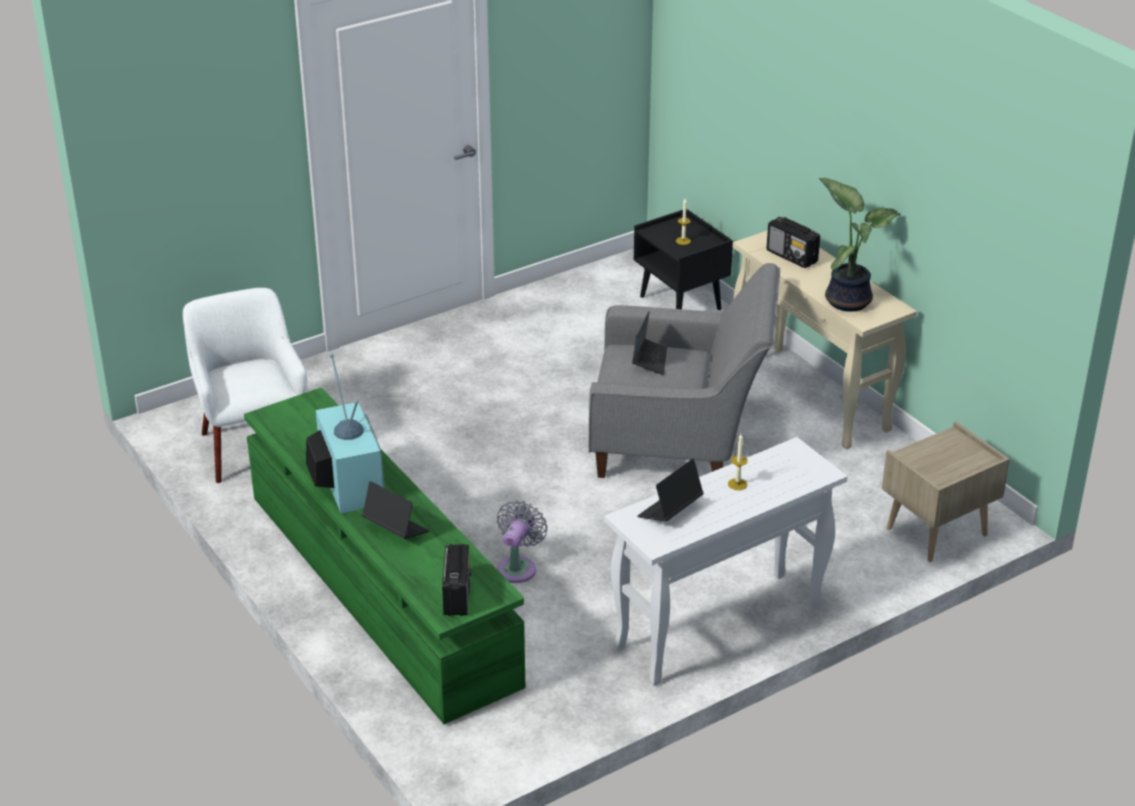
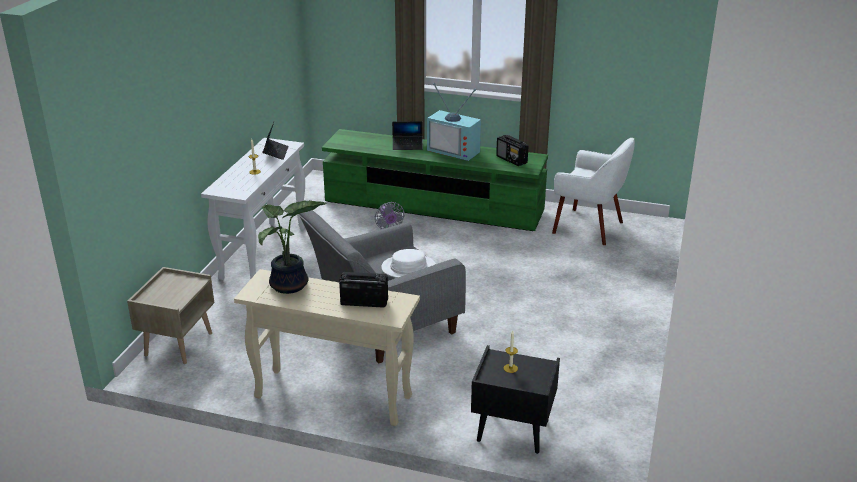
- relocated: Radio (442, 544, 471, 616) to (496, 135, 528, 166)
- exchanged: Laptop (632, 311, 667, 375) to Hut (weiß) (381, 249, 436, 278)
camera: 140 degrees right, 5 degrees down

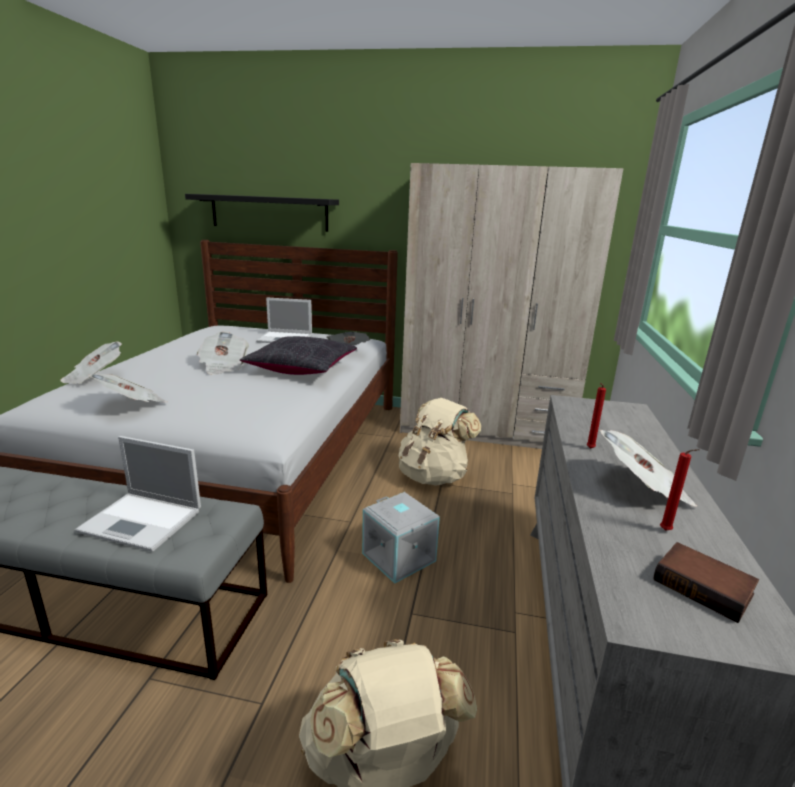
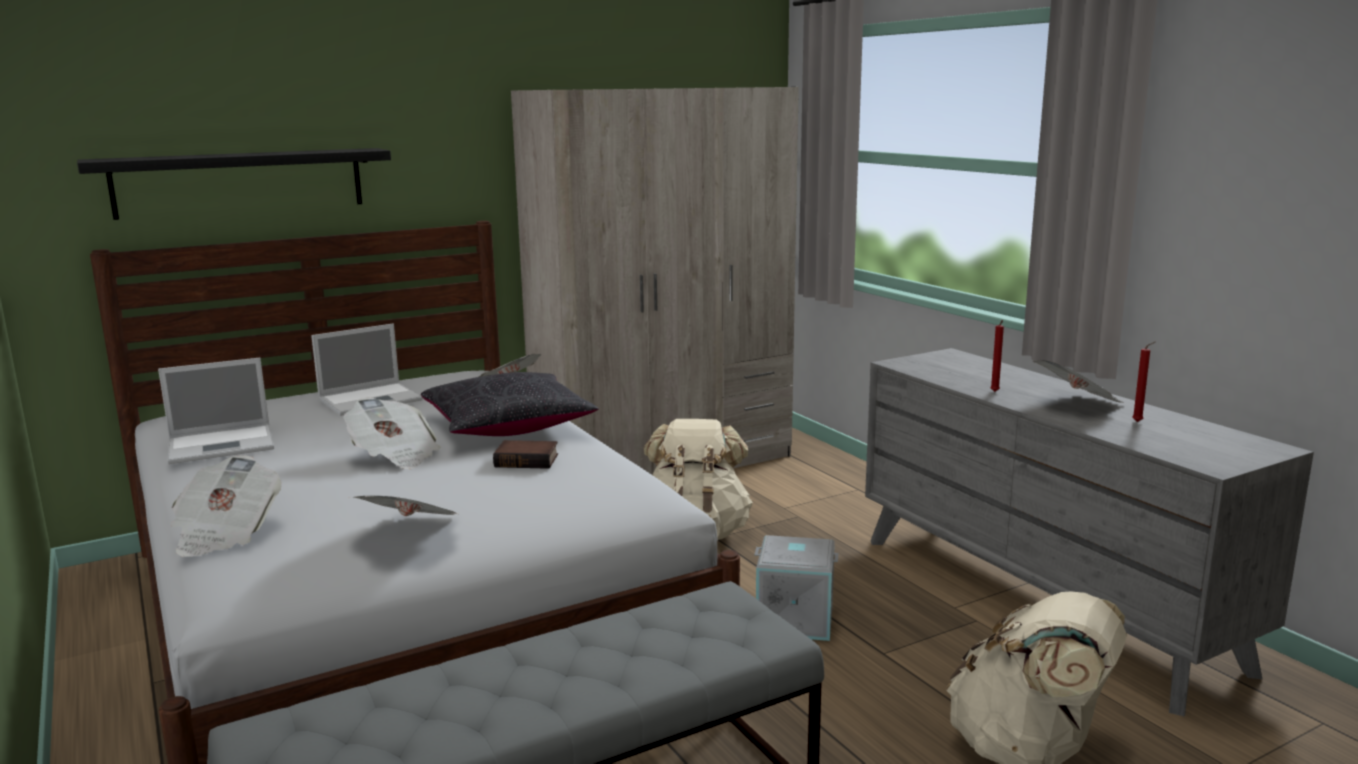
- relocated: Laptop (75, 436, 201, 552) to (158, 358, 274, 464)
- relocated: Buch (654, 542, 759, 623) to (493, 440, 558, 469)
camera: 40 degrees left, 5 degrees down

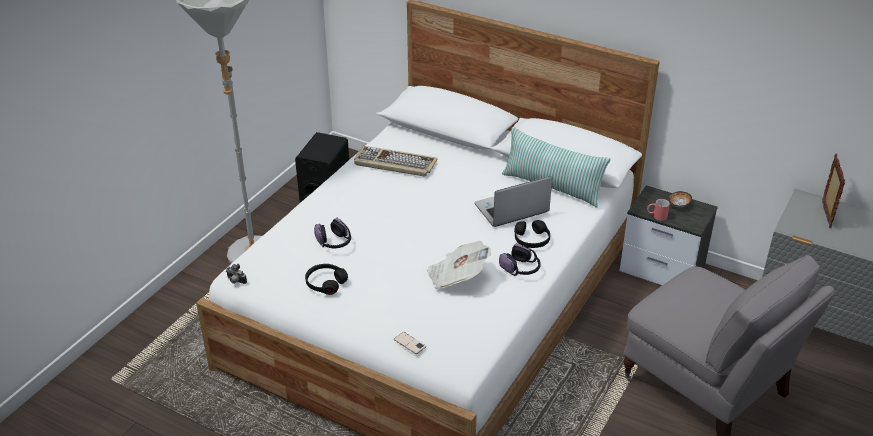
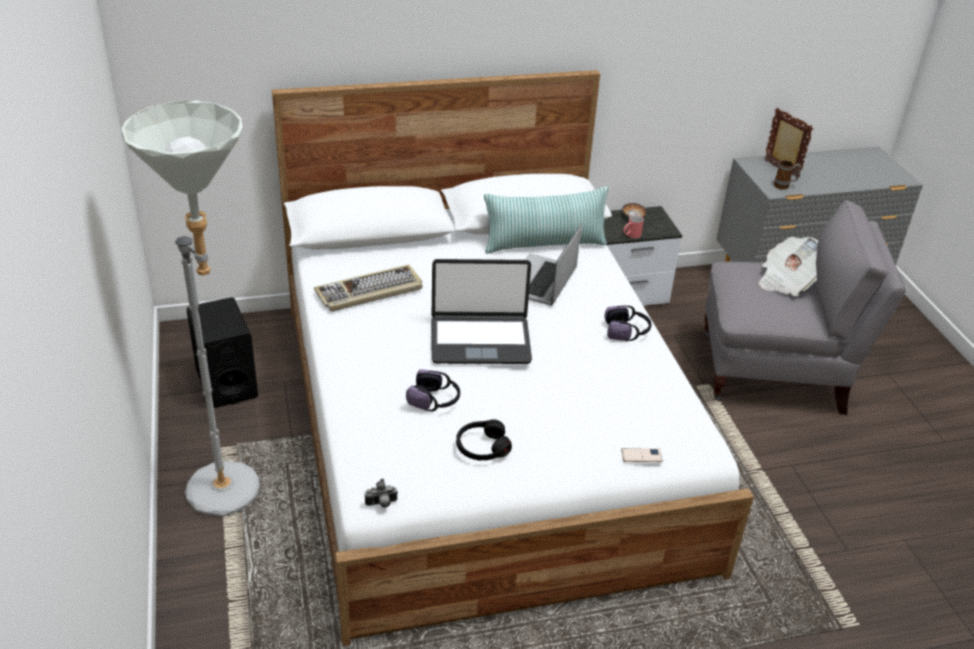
- missing: Kopfhörer (schwarz) (514, 220, 550, 248)
- appeared: Laptop (432, 259, 532, 364)
- appeared: Henkelbecher (774, 160, 801, 190)
- relocated: Zeitung (427, 241, 491, 289) to (759, 237, 818, 296)
camera: 45 degrees left, 0 degrees up

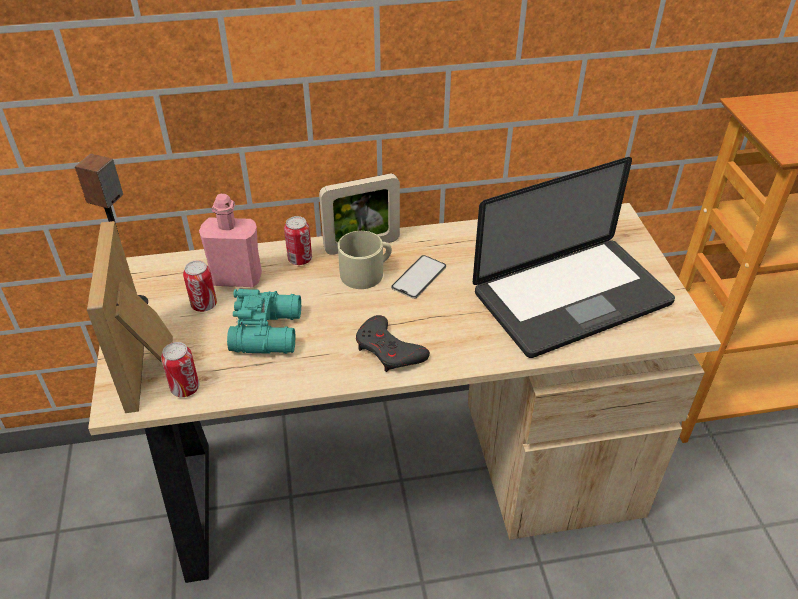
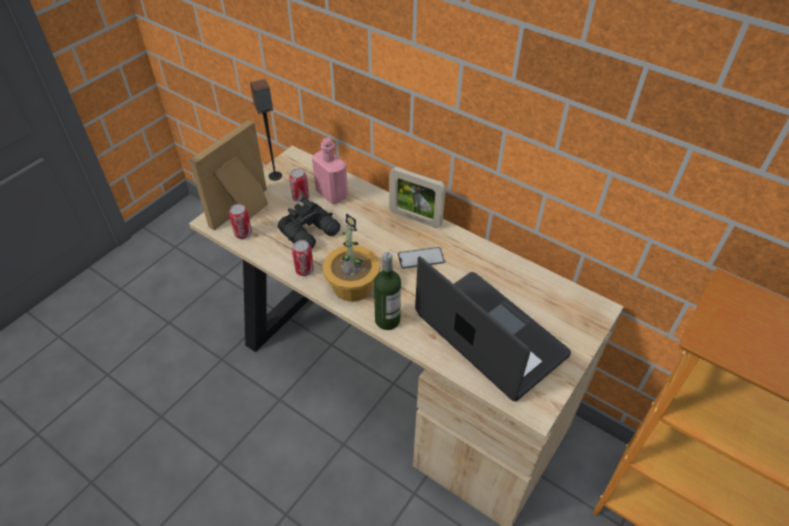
- missing: Henkelbecher (beige) (338, 231, 392, 289)
- appeared: Flasche (374, 252, 401, 330)
- relocated: Dose (284, 216, 312, 265) to (292, 240, 314, 276)
- exchanged: Gamepad (grau) (356, 315, 430, 372) to Topfpflanze (323, 213, 380, 302)
- colour: Fernglas (türkis) (227, 289, 301, 354) to Fernglas (schwarz) (278, 197, 340, 249)
- spun: Laptop (473, 157, 675, 358) = (415, 256, 571, 401) 150 degrees counterclockwise
camera: 45 degrees right, 5 degrees up

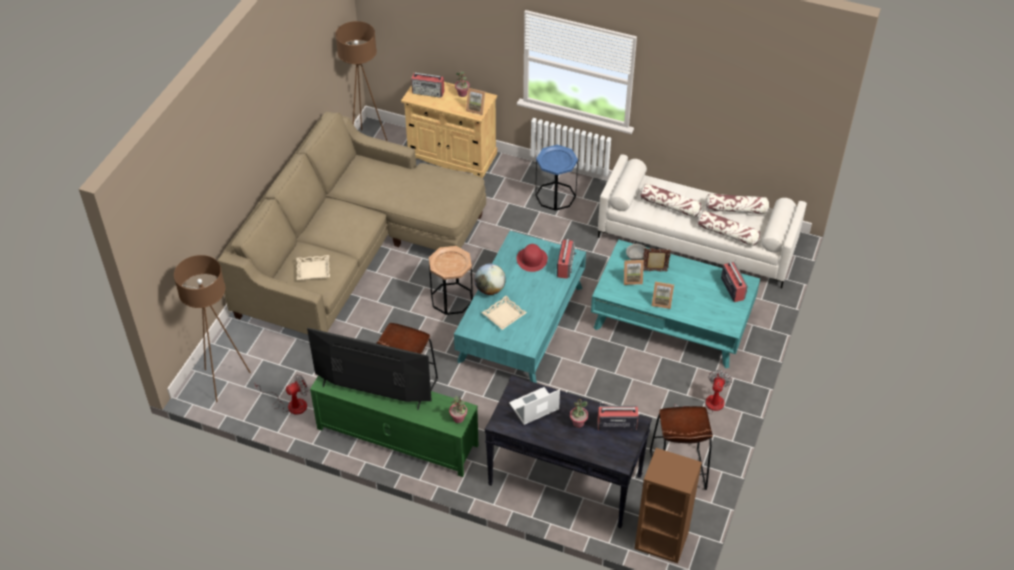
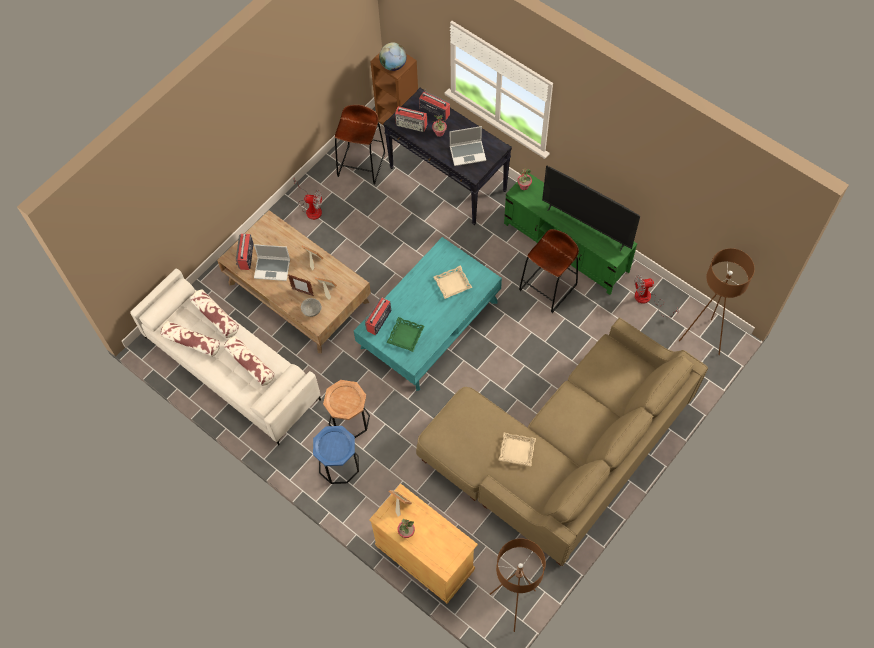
- appeared: Laptop (254, 244, 290, 281)
- relocated: Tablett (beige) (296, 255, 330, 280) to (498, 433, 536, 466)
- relocated: Radio (411, 73, 444, 98) to (419, 91, 450, 121)
- relocated: Beistelltisch (braun) (429, 246, 473, 315) to (323, 380, 370, 438)
- relocated: Globus (474, 264, 506, 295) to (379, 42, 407, 71)
- exchanged: Hut (rot) (517, 244, 548, 272) to Tablett (grün) (387, 317, 424, 352)
- colour: Couchtisch (türkis) (591, 239, 760, 368) to Couchtisch (braun) (217, 210, 371, 353)
- spun: Ventilator (674, 370, 732, 414) = (293, 179, 322, 220) 120 degrees counterclockwise
camera: 160 degrees left, 15 degrees up

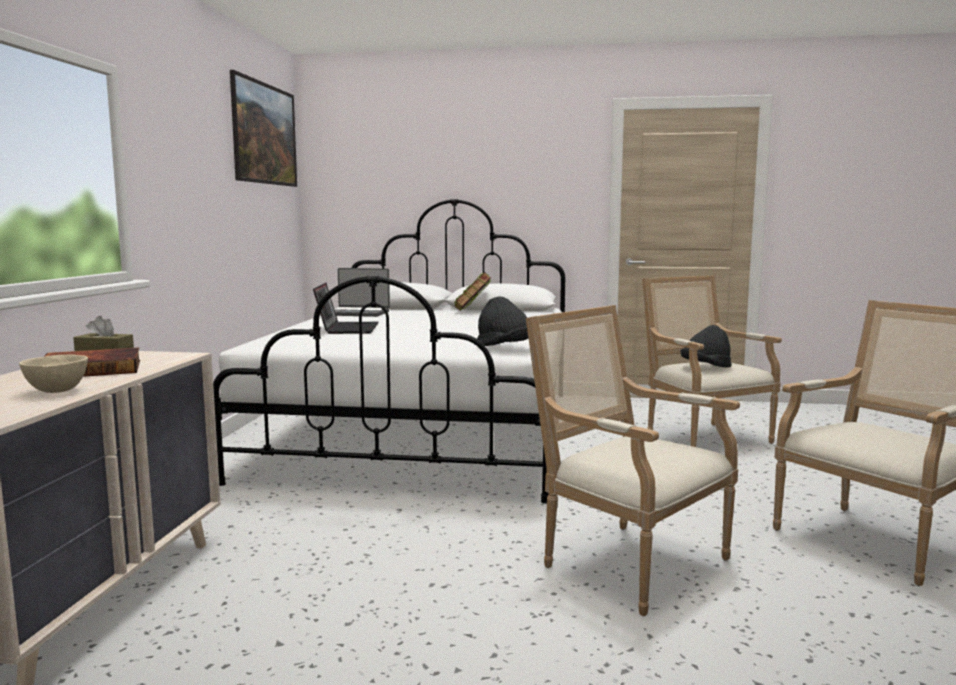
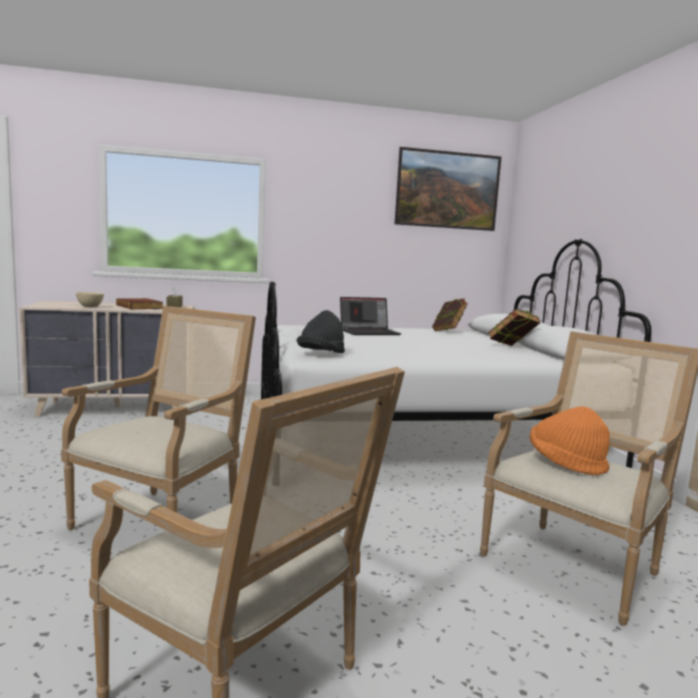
- exchanged: Laptop (334, 268, 390, 317) to Buch (432, 298, 468, 331)
- colour: Hut (schwarz) (680, 325, 732, 368) to Hut (orange) (530, 406, 610, 475)
camera: 70 degrees right, 0 degrees up

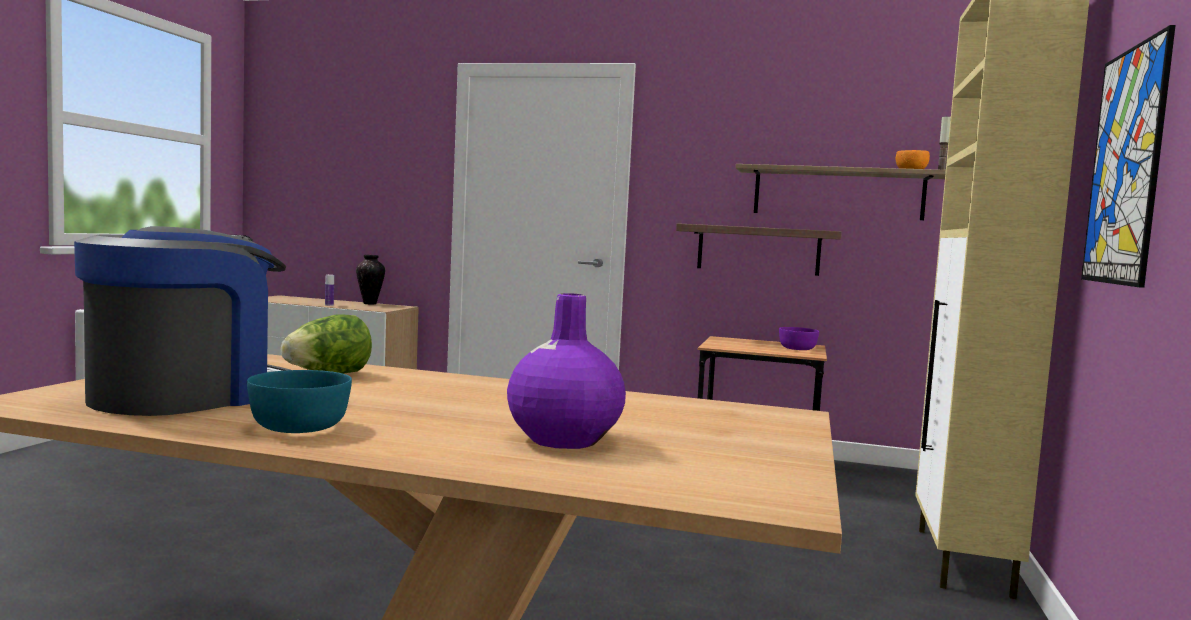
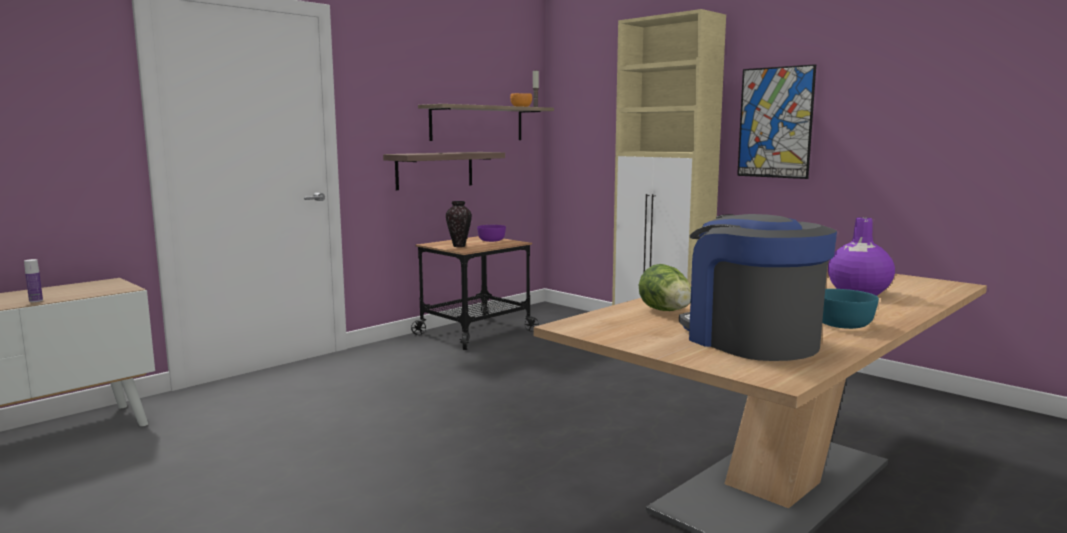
- relocated: Vase (356, 255, 385, 304) to (446, 201, 472, 247)
camera: 60 degrees left, 5 degrees up

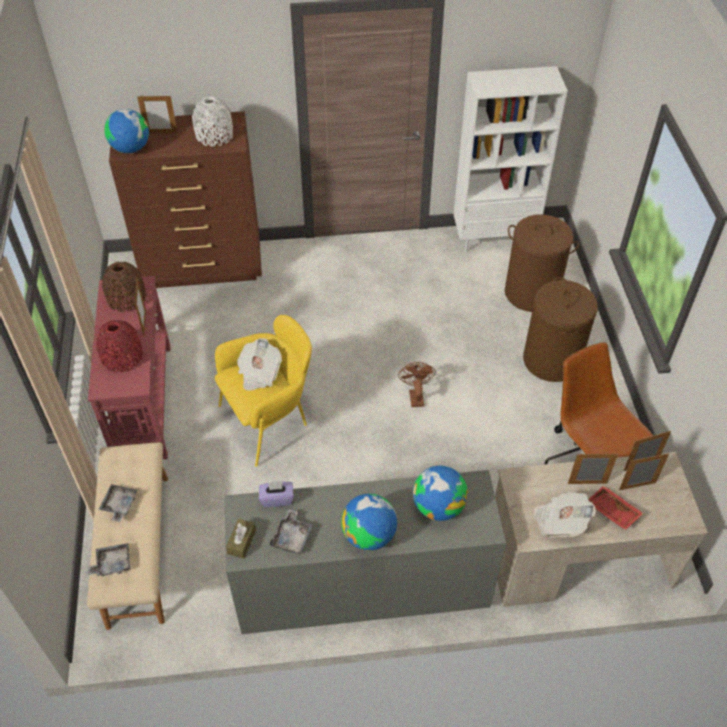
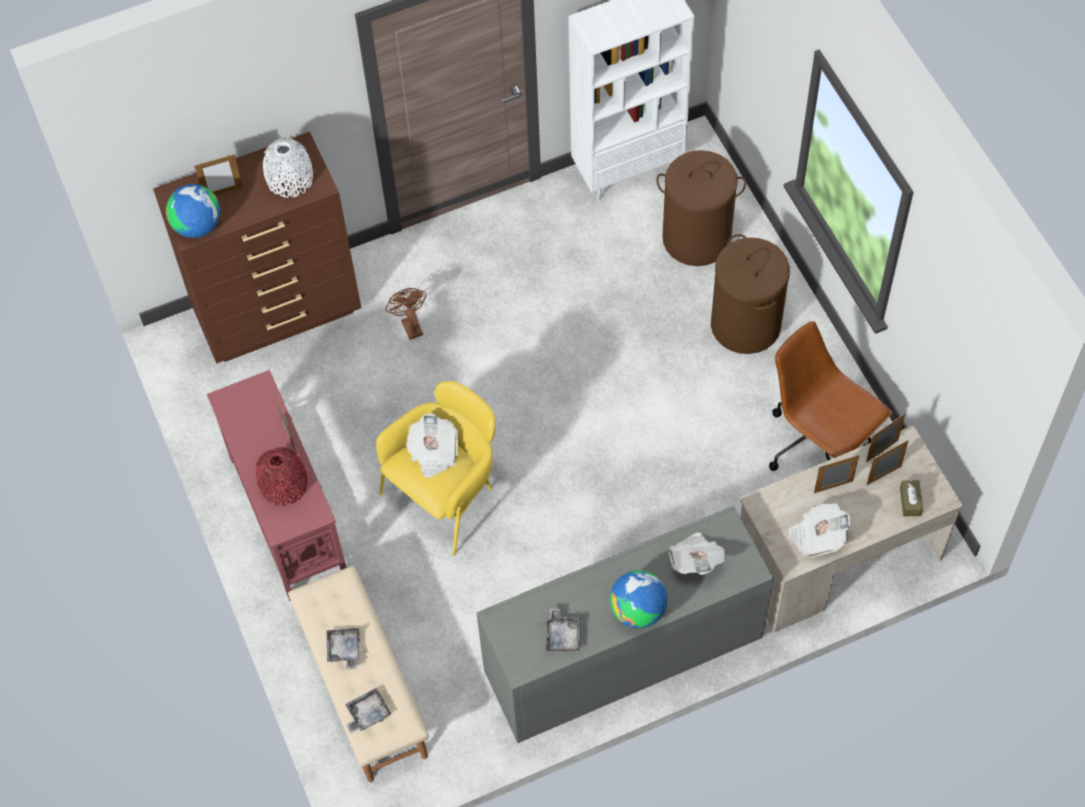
- missing: Vase (braun) (102, 262, 146, 312)
- missing: Taschentuchbox (lila) (259, 482, 294, 507)
- missing: Tablett (rot) (588, 486, 644, 530)
- relocated: Taschentuchbox (braun) (226, 519, 256, 559) to (900, 480, 923, 517)
- relocated: Ventilator (braun) (398, 362, 436, 407) to (385, 288, 427, 340)
- exchanged: Globus (413, 466, 468, 521) to Zeitung (669, 533, 725, 575)
camera: 15 degrees left, 10 degrees up

